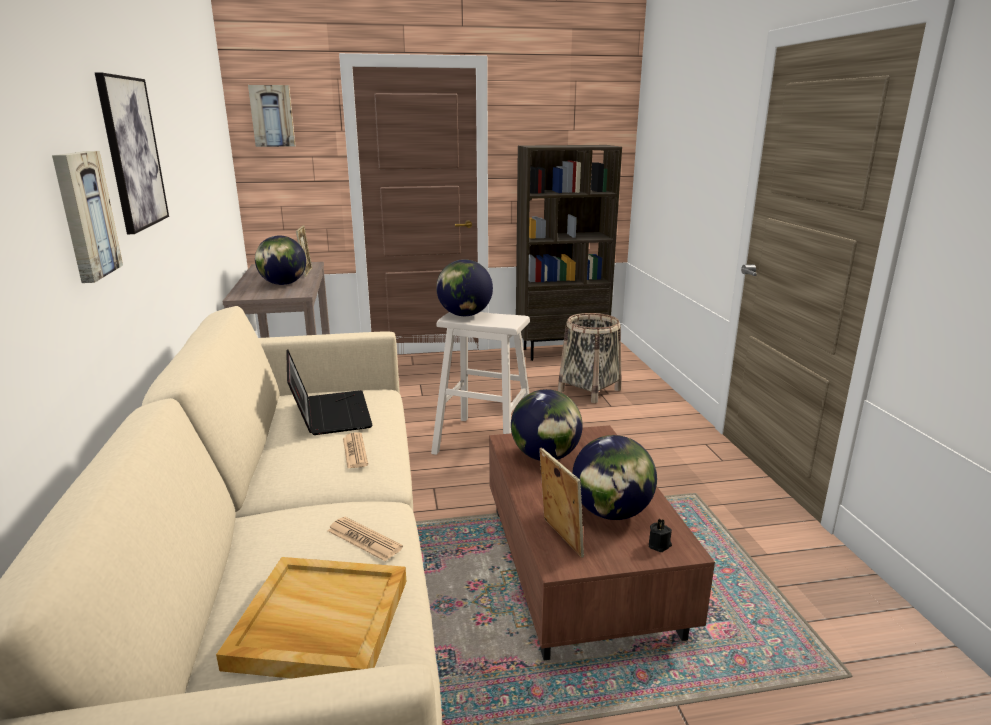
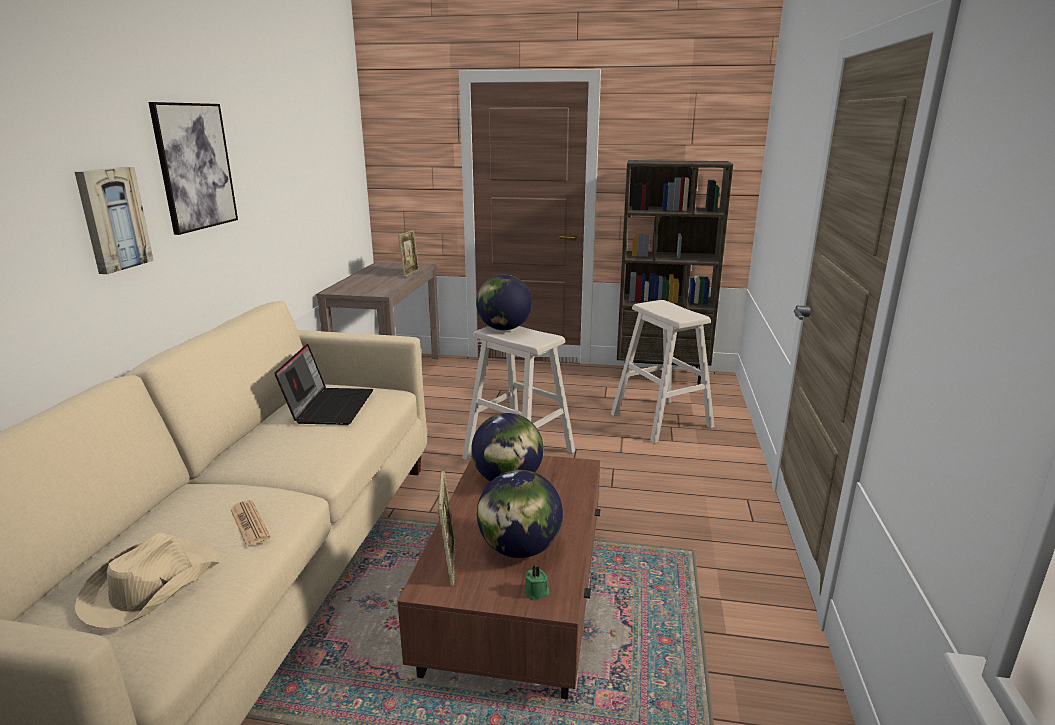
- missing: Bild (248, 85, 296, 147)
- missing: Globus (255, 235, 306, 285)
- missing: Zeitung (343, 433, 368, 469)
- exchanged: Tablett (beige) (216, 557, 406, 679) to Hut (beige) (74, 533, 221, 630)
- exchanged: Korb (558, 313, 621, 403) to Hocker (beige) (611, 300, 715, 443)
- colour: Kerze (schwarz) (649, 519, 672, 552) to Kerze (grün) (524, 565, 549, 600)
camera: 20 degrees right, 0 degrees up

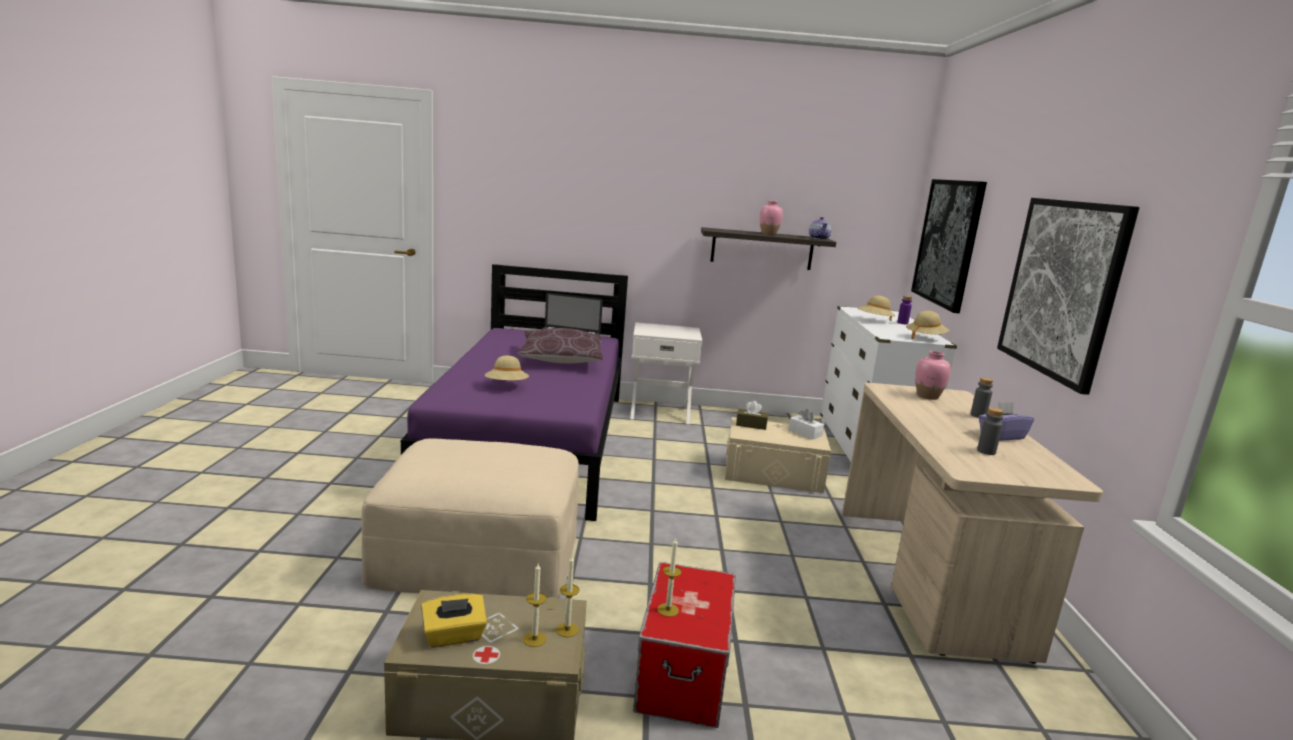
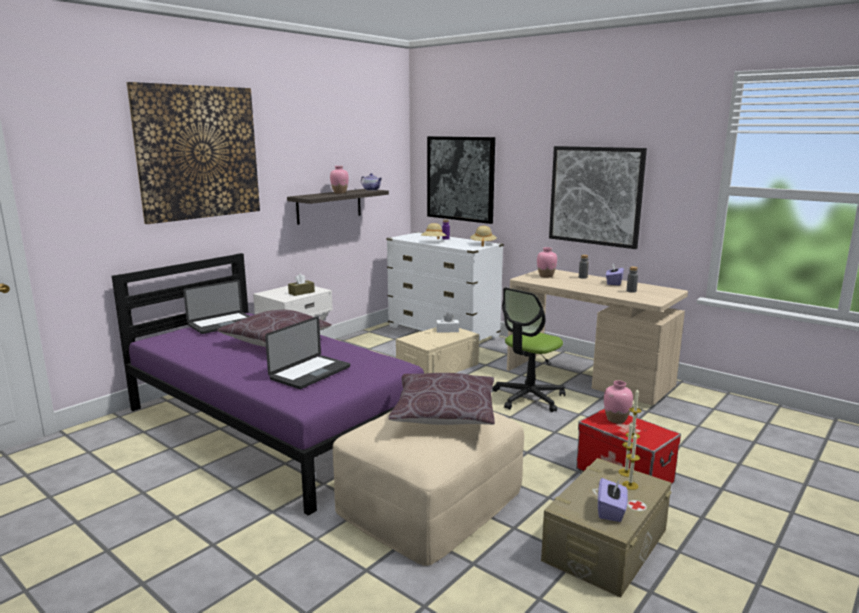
- appeared: Bild (126, 82, 260, 224)
- appeared: Kissen (braun) (388, 373, 495, 425)
- appeared: Bürostuhl (492, 287, 565, 412)
- appeared: Vase (rosa) (604, 380, 633, 424)
- relocated: Taschentuchbox (braun) (736, 401, 768, 430) to (288, 274, 315, 296)
- exchanged: Hut (beige) (485, 356, 529, 380) to Laptop (265, 317, 350, 389)
- colour: Taschentuchbox (gelb) (421, 594, 487, 648) to Taschentuchbox (lila) (598, 478, 628, 522)
camera: 50 degrees left, 0 degrees up

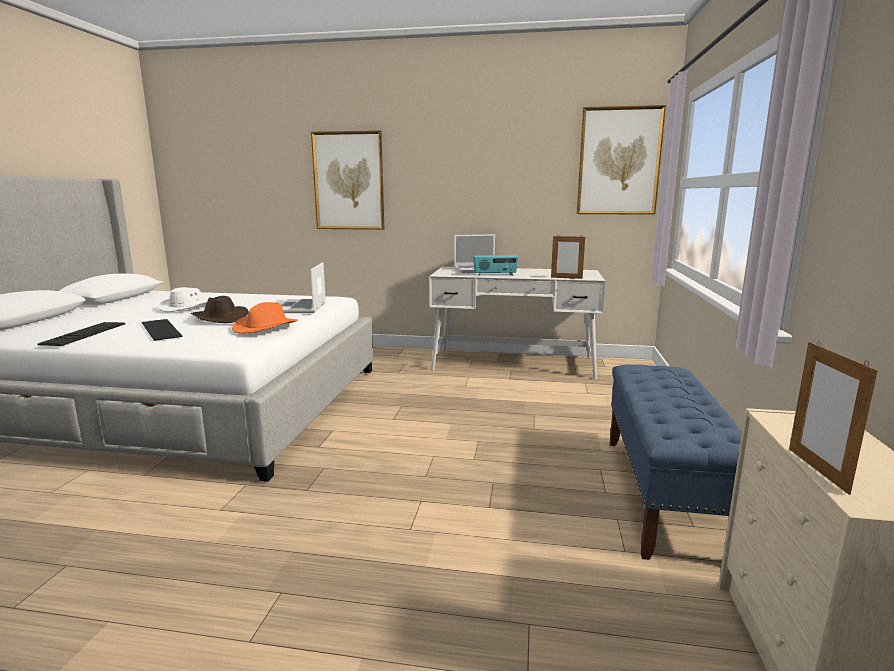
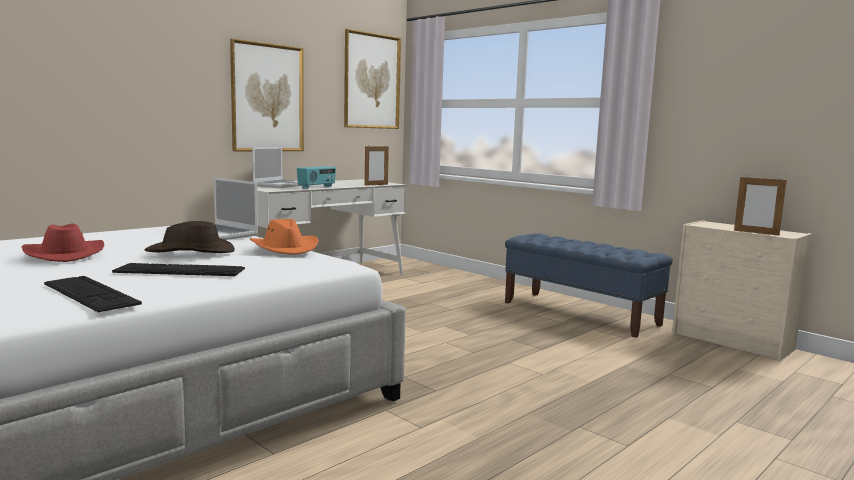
- relocated: Bild (311, 130, 384, 230) to (230, 38, 304, 151)
- colour: Hut (weiß) (158, 287, 208, 312) to Hut (rot) (22, 223, 104, 262)
camera: 55 degrees left, 5 degrees down

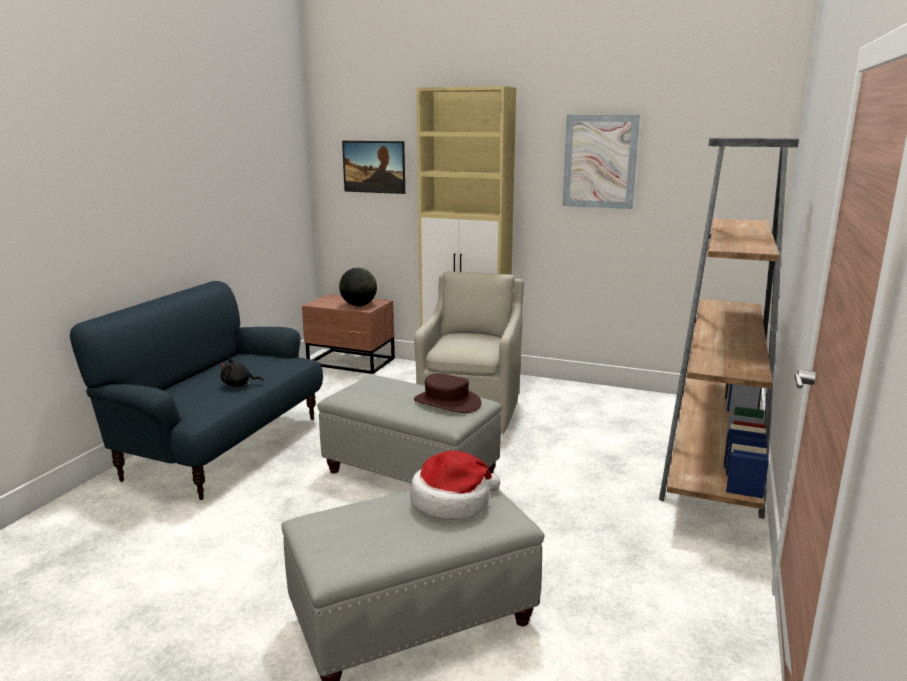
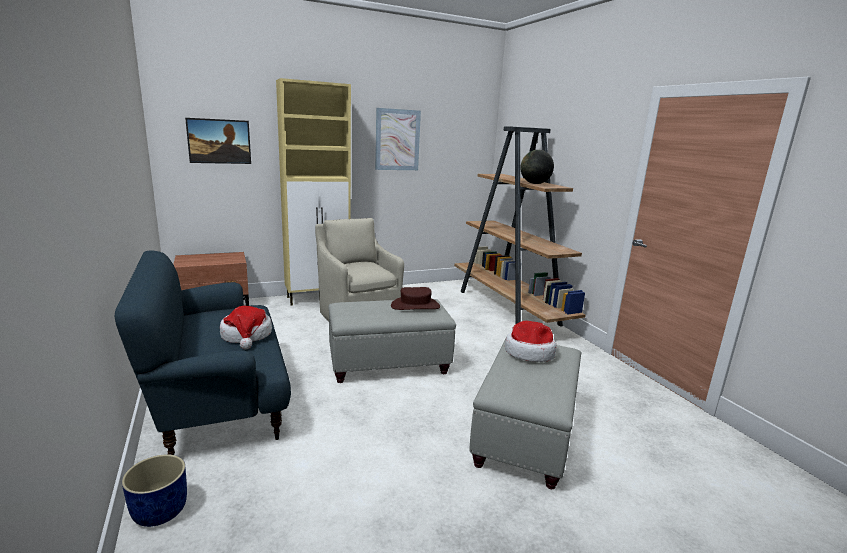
- appeared: Pflanzkübel (blau) (122, 454, 187, 527)
- relocated: Globus (339, 267, 377, 306) to (520, 150, 554, 184)
- exchanged: Plüschtier (schwarz) (220, 358, 263, 387) to Hut (220, 306, 272, 349)
camera: 45 degrees left, 0 degrees up

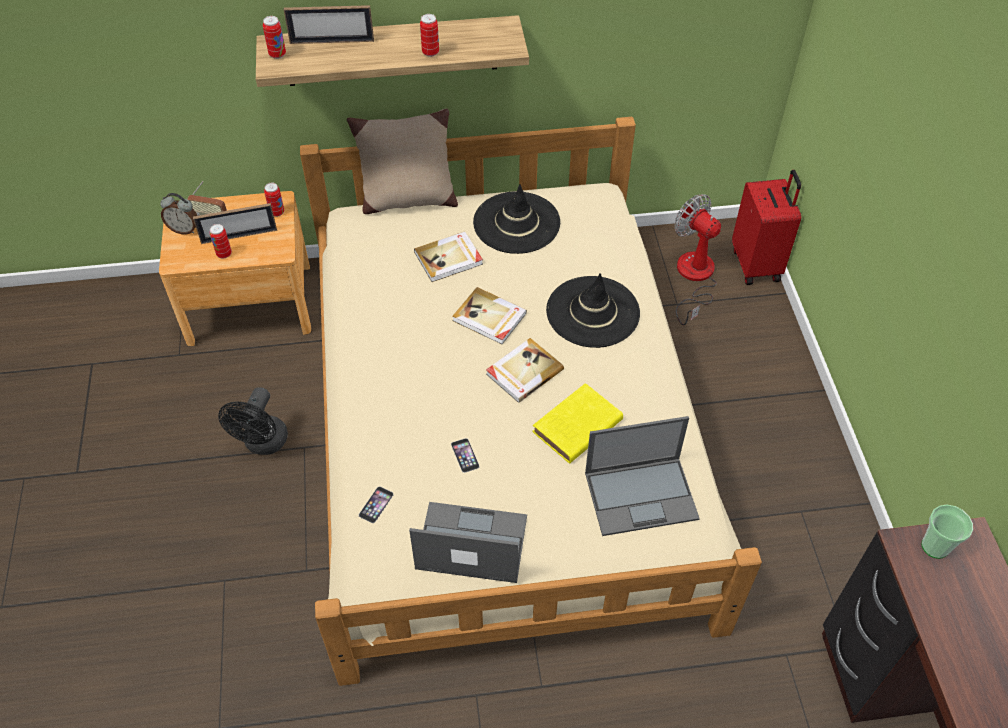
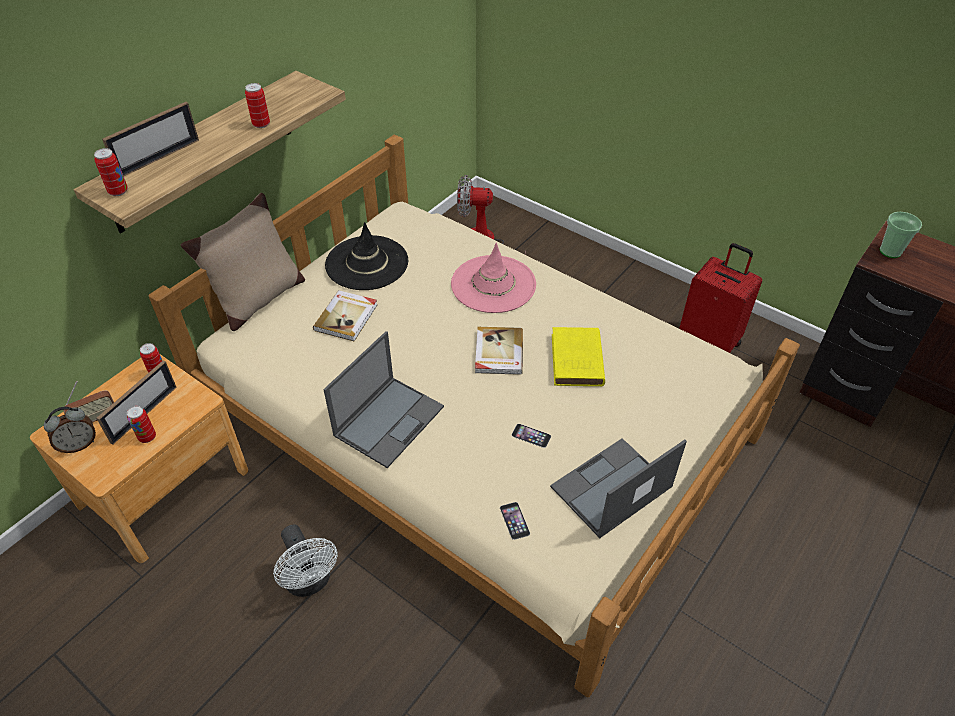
- missing: Buch (452, 287, 527, 344)
- relocated: Laptop (585, 416, 700, 536) to (323, 331, 444, 468)
- relocated: Koffer (rot) (732, 170, 801, 285) to (679, 243, 762, 353)
- colour: Ventilator (schwarz) (218, 387, 288, 455) to Ventilator (weiß) (273, 525, 338, 597)
- colour: Hut (schwarz) (546, 273, 640, 348) to Hut (rosa) (451, 243, 536, 313)
camera: 45 degrees left, 5 degrees down

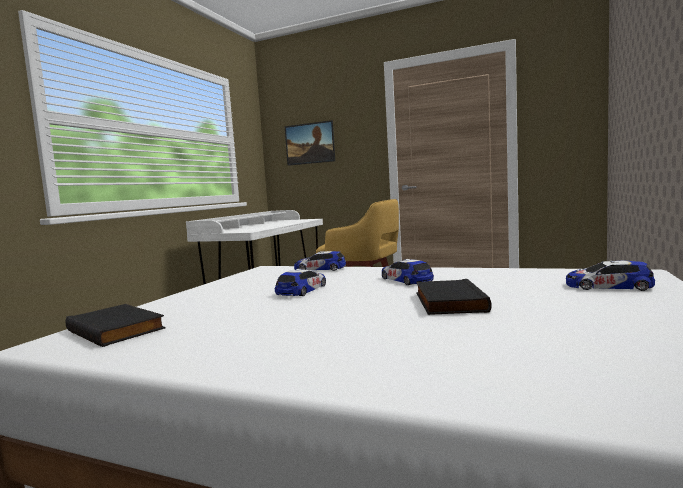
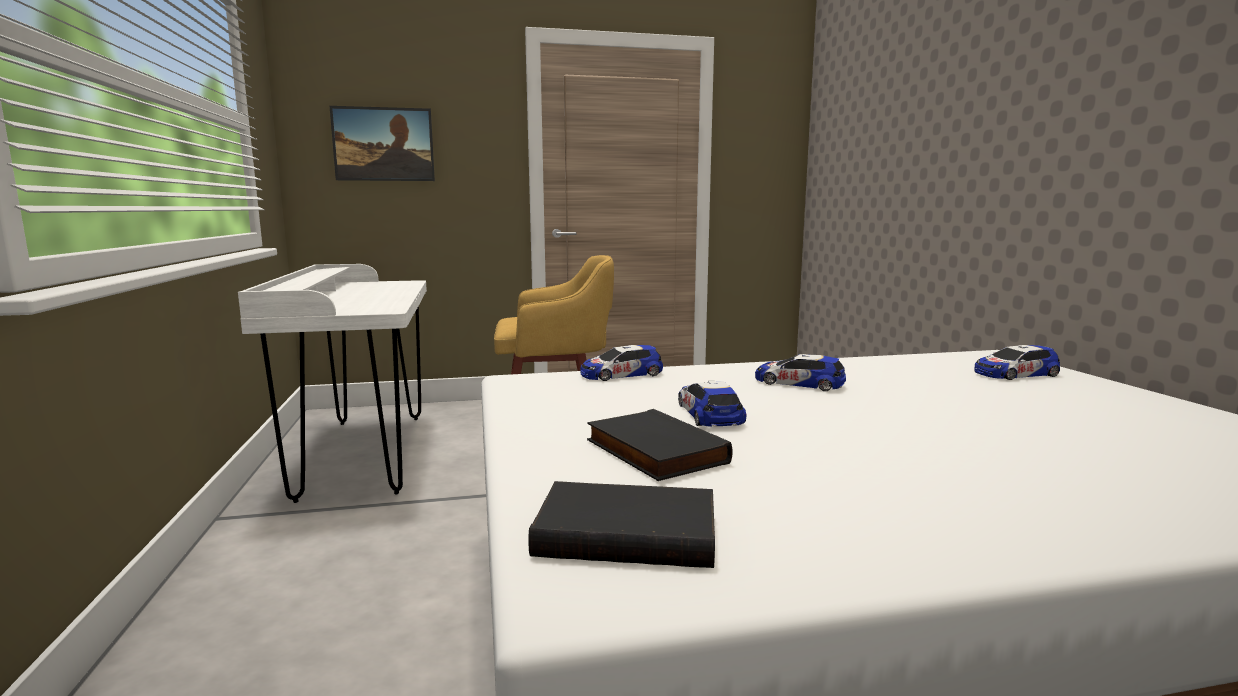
- relocated: Buch (schwarz) (416, 279, 491, 315) to (587, 409, 733, 481)
camera: 35 degrees left, 5 degrees up

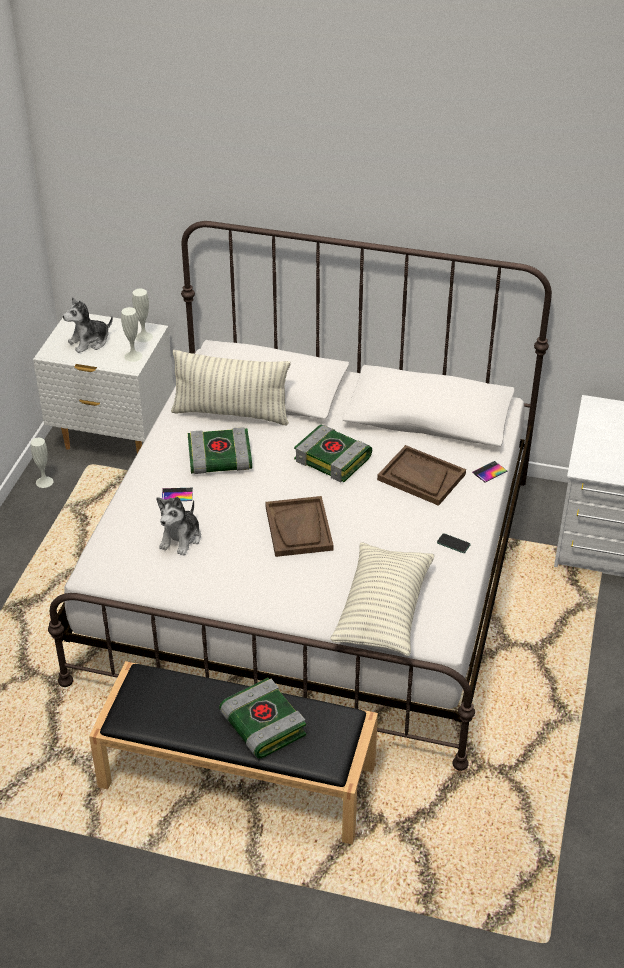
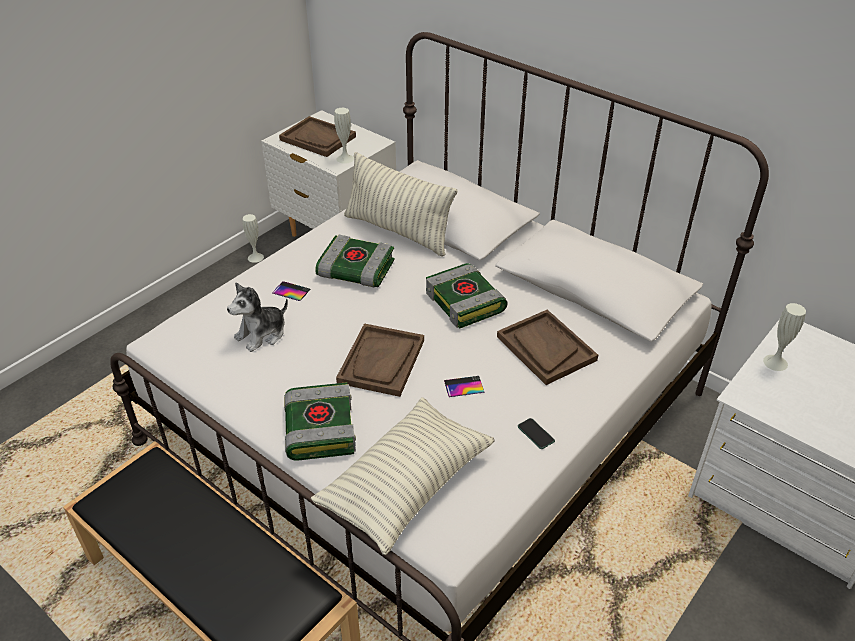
- relocated: Vase (weiß) (132, 289, 153, 342) to (763, 303, 806, 371)
- relocated: Buch (219, 678, 306, 758) to (284, 382, 356, 460)
- relocated: Handy (472, 461, 507, 482) to (444, 376, 484, 397)
- exchanged: Plüschtier (63, 297, 113, 353) to Tablett (braun) (279, 116, 356, 157)
camera: 25 degrees right, 0 degrees up

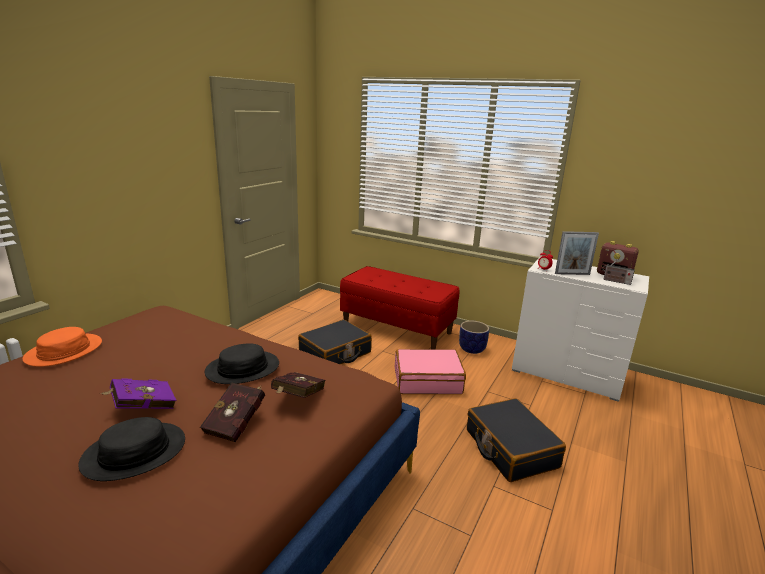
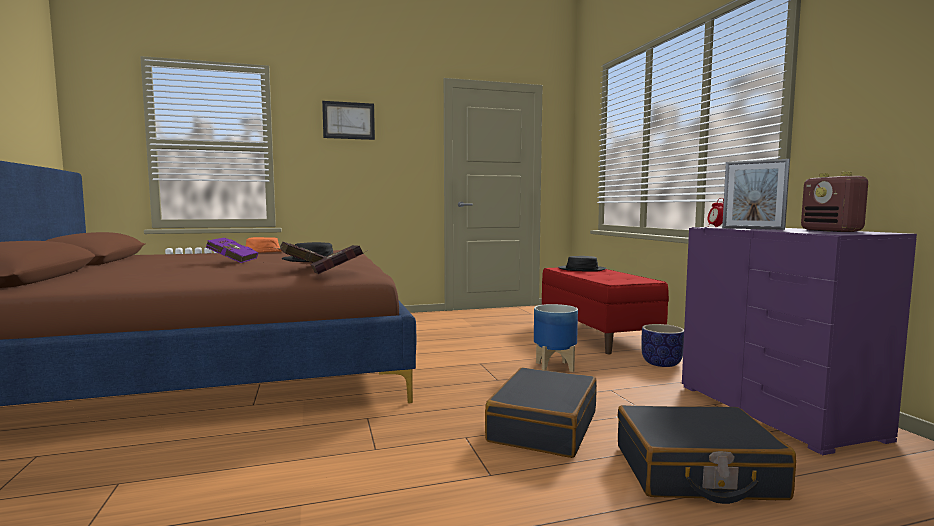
- missing: Radio (603, 259, 635, 285)
- appeared: Bild (322, 101, 375, 140)
- relocated: Hut (schwarz) (78, 417, 185, 481) to (558, 256, 607, 272)
- relocated: Buch (rot) (200, 383, 265, 442) to (310, 245, 368, 274)
- relocated: Koffer (schwarz) (298, 320, 372, 364) to (617, 405, 796, 504)
- exchanged: Koffer (rosa) (395, 349, 466, 394) to Pflanzkübel (534, 304, 578, 372)
- colour: Kommode (weiß) (512, 257, 649, 402) to Kommode (lila) (682, 227, 917, 455)
camera: 45 degrees right, 15 degrees down

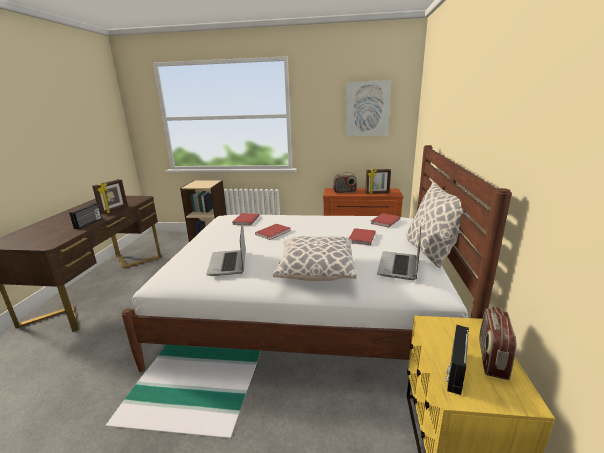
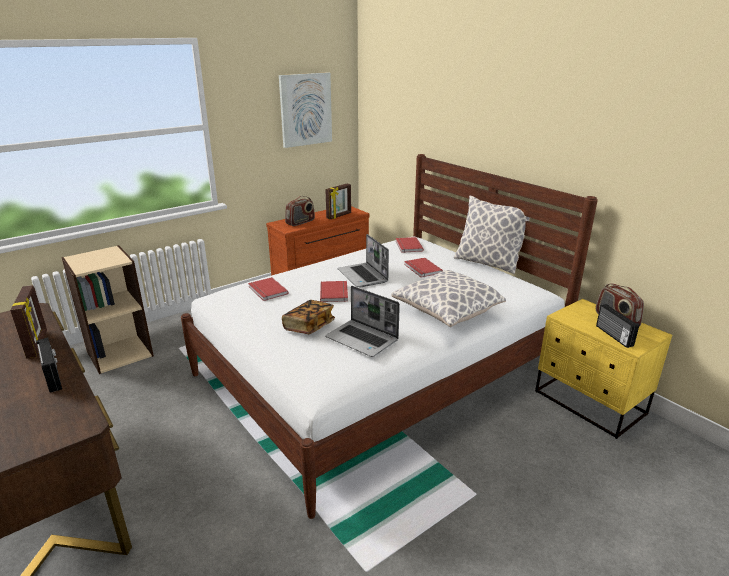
- appeared: Buch (282, 300, 335, 334)
- relocated: Laptop (377, 225, 421, 280) to (337, 234, 389, 287)
camera: 45 degrees left, 5 degrees up

